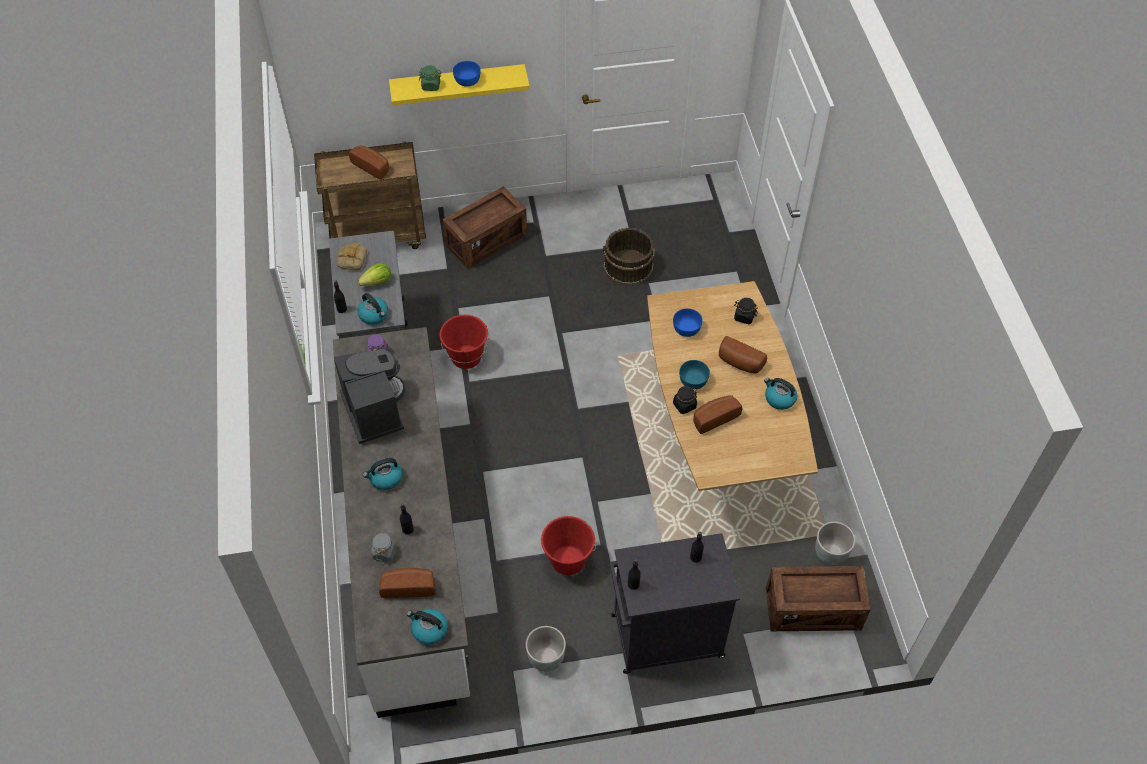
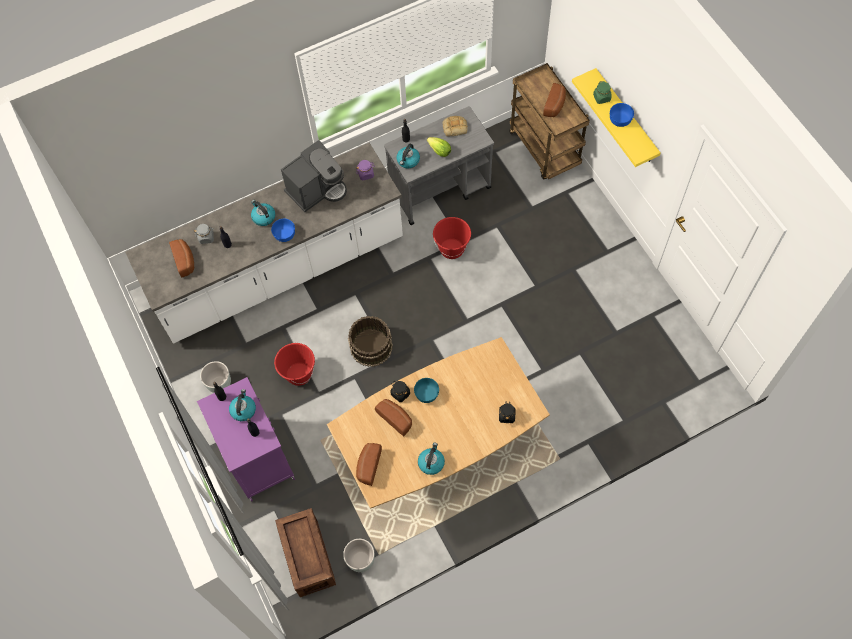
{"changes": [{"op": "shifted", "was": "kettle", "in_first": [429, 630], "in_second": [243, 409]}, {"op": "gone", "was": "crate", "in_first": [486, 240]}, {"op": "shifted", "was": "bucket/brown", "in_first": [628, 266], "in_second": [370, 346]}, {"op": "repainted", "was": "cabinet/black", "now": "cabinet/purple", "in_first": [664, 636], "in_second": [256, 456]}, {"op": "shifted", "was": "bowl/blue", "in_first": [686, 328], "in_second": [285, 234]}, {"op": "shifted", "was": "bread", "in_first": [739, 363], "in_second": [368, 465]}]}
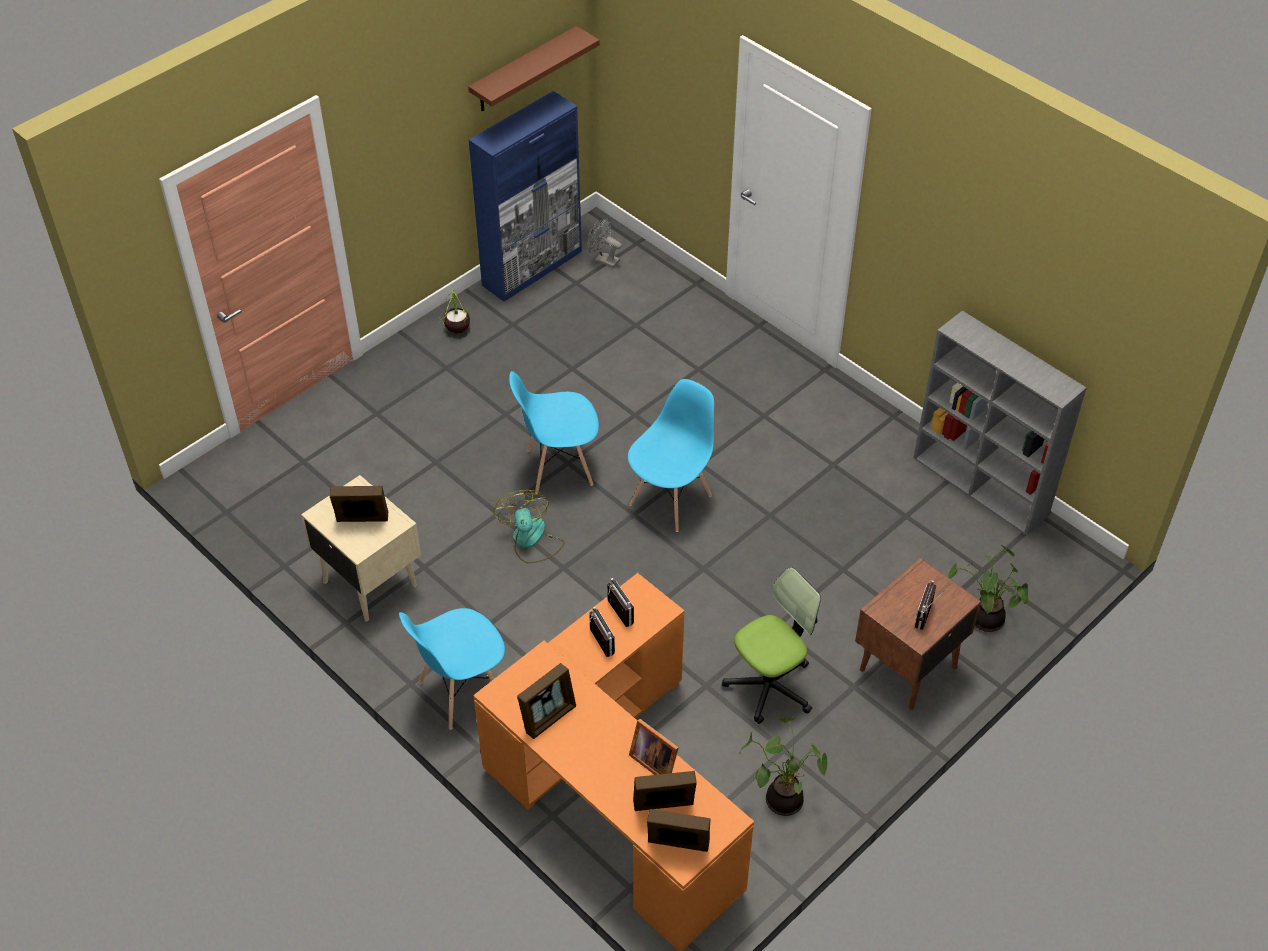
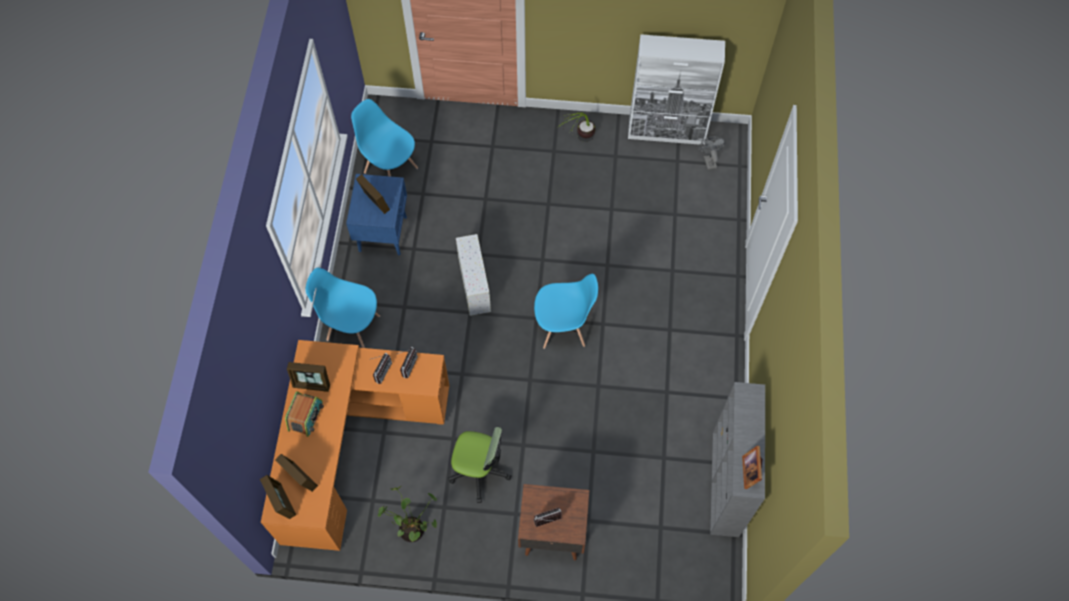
{"changes": [{"op": "repainted", "was": "nightstand/beige", "now": "nightstand/blue", "in_first": [369, 582], "in_second": [383, 233]}, {"op": "gone", "was": "shelf/brown", "in_first": [524, 70]}, {"op": "repainted", "was": "cabinet/blue", "now": "cabinet/white", "in_first": [533, 268], "in_second": [667, 132]}, {"op": "swapped", "was": "fan", "now": "storage box/white", "in_first": [531, 541], "in_second": [474, 284]}, {"op": "shifted", "was": "chair/blue", "in_first": [558, 467], "in_second": [390, 170]}, {"op": "shifted", "was": "picture frame", "in_first": [654, 760], "in_second": [751, 471]}, {"op": "gone", "was": "potted plant", "in_first": [983, 620]}, {"op": "new", "now": "radio", "in_second": [306, 416]}]}
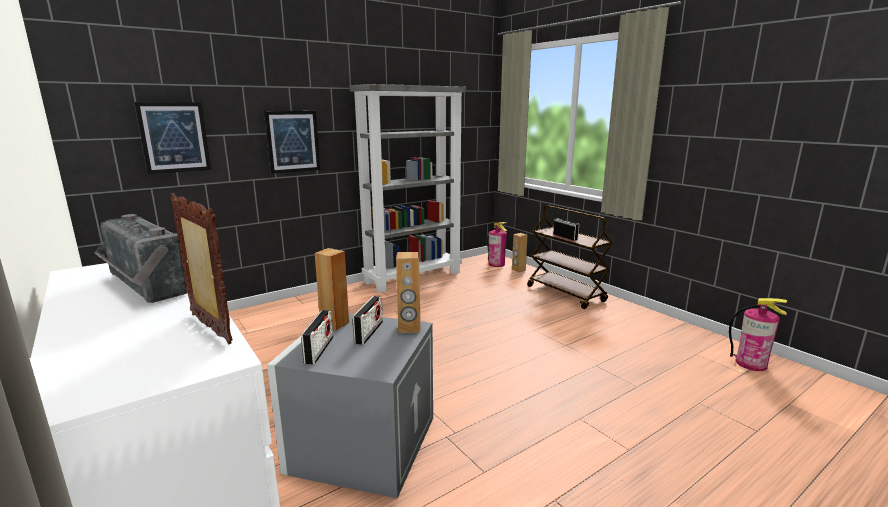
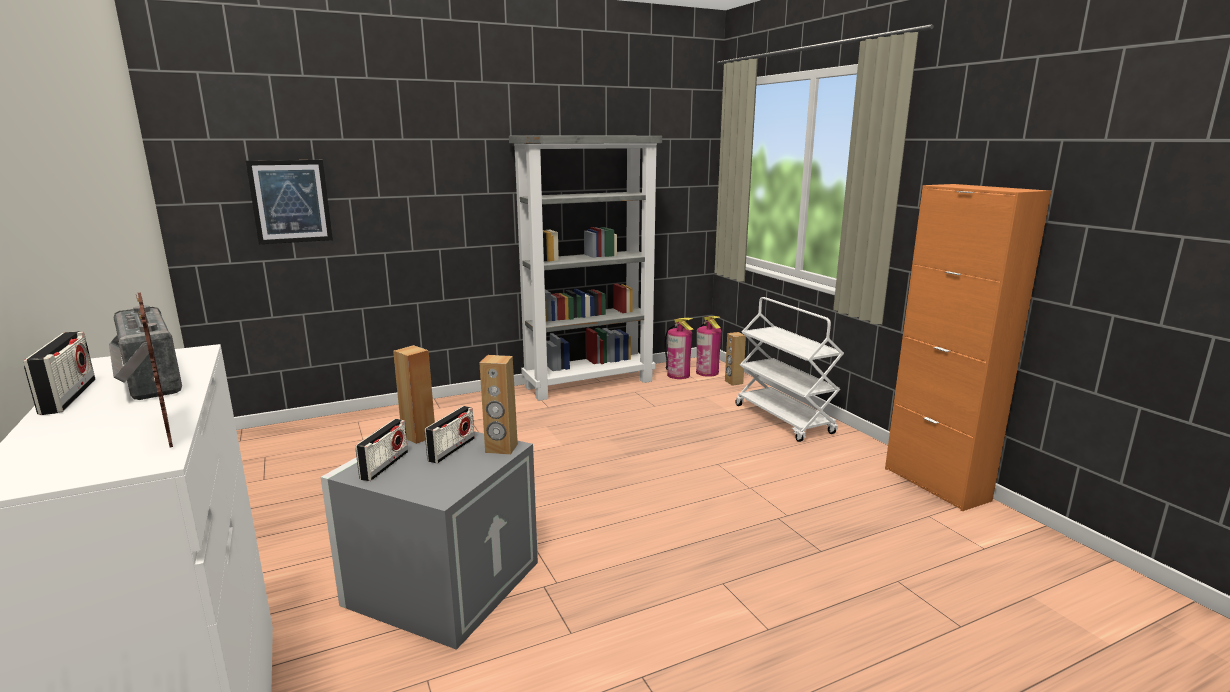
{"changes": [{"op": "gone", "was": "picture", "in_first": [292, 141]}, {"op": "repainted", "was": "cart/brown", "now": "cart/white", "in_first": [566, 294], "in_second": [784, 419]}, {"op": "shifted", "was": "radio", "in_first": [565, 237], "in_second": [68, 396]}, {"op": "shifted", "was": "fire extinguisher", "in_first": [751, 364], "in_second": [678, 375]}, {"op": "new", "now": "cabinet/orange", "in_second": [936, 484]}]}
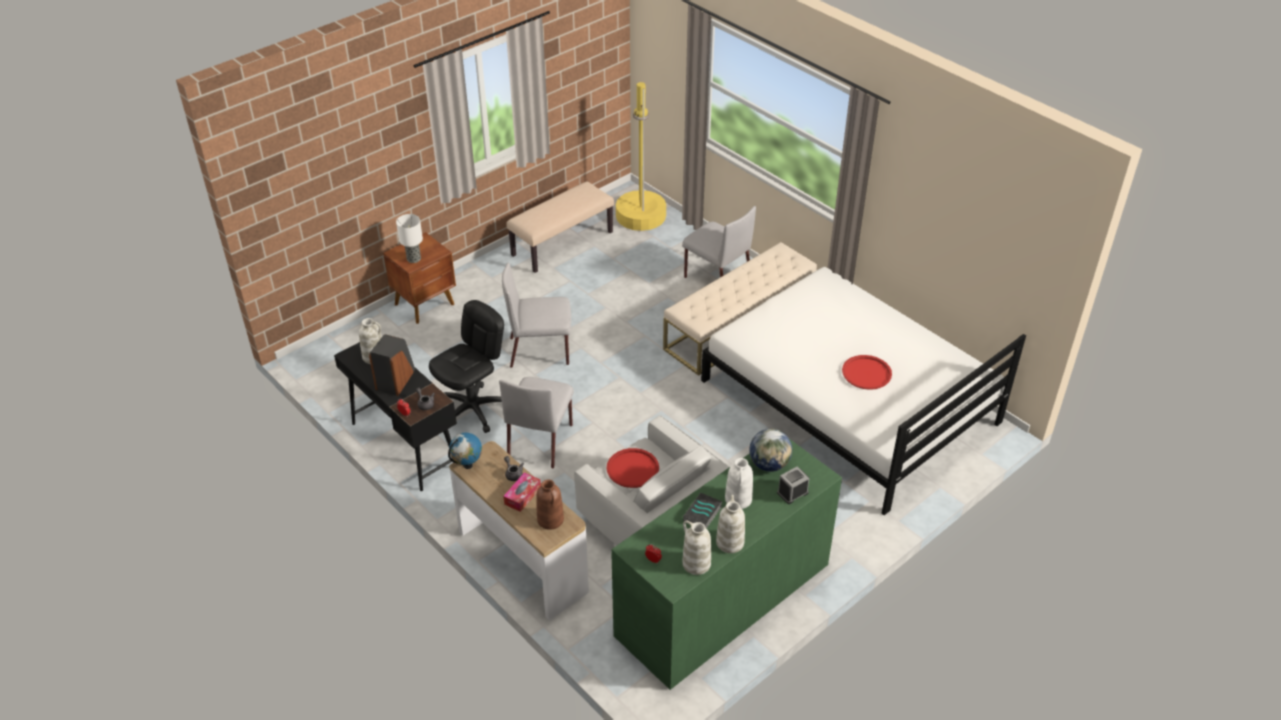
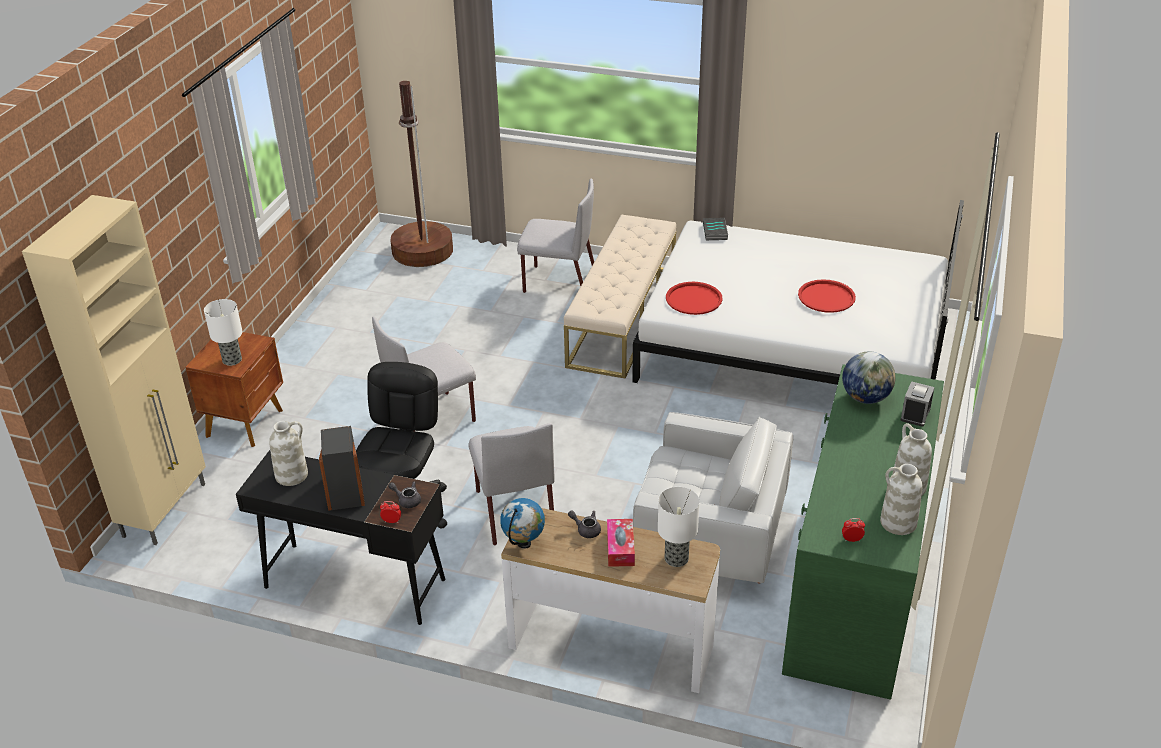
{"changes": [{"op": "gone", "was": "bench/beige", "in_first": [562, 243]}, {"op": "swapped", "was": "vase/brown", "now": "table lamp", "in_first": [551, 520], "in_second": [677, 558]}, {"op": "shifted", "was": "tray/red", "in_first": [632, 468], "in_second": [693, 299]}, {"op": "repainted", "was": "floor lamp/yellow", "now": "floor lamp/brown", "in_first": [640, 216], "in_second": [422, 251]}, {"op": "shifted", "was": "book", "in_first": [703, 514], "in_second": [716, 232]}, {"op": "gone", "was": "vase/white", "in_first": [738, 499]}, {"op": "new", "now": "cabinet/beige", "in_second": [166, 509]}]}
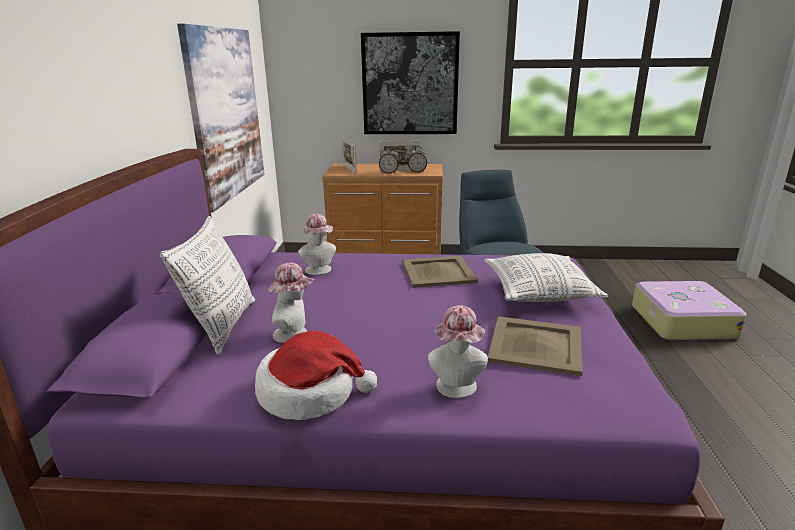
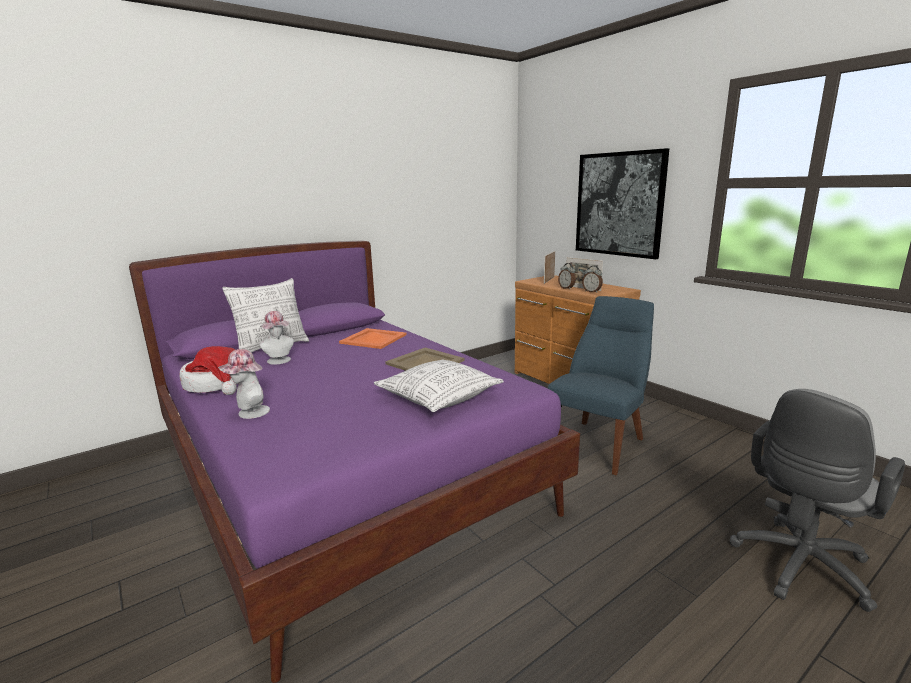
{"changes": [{"op": "gone", "was": "picture", "in_first": [226, 114]}, {"op": "swapped", "was": "hat", "now": "tray/orange", "in_first": [319, 271], "in_second": [374, 339]}, {"op": "gone", "was": "tray/beige", "in_first": [535, 345]}, {"op": "swapped", "was": "suitcase", "now": "office chair/grey", "in_first": [680, 321], "in_second": [798, 568]}]}
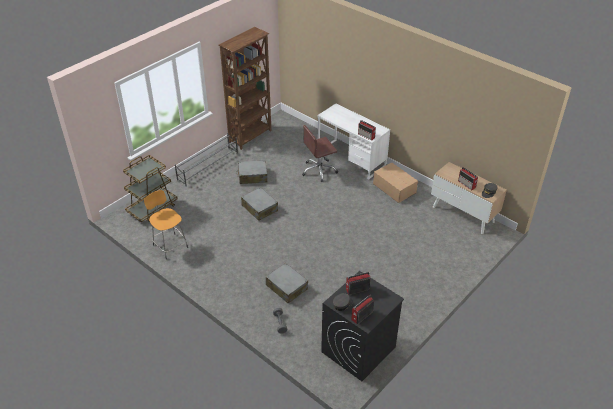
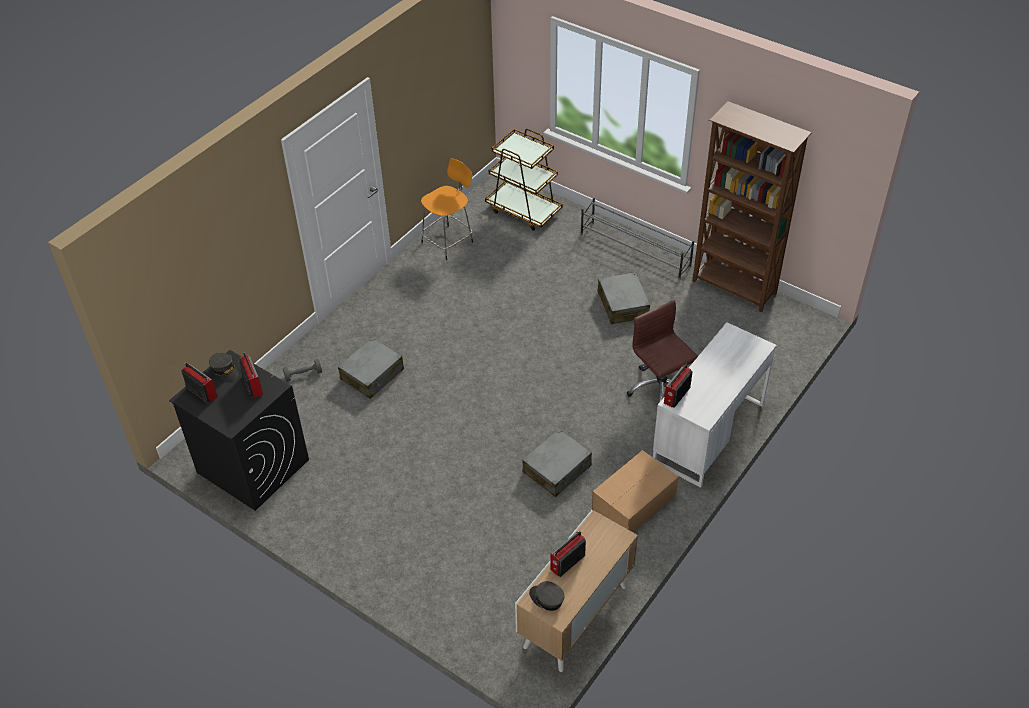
{"changes": [{"op": "shifted", "was": "suitcase/grey", "in_first": [259, 208], "in_second": [557, 469]}]}
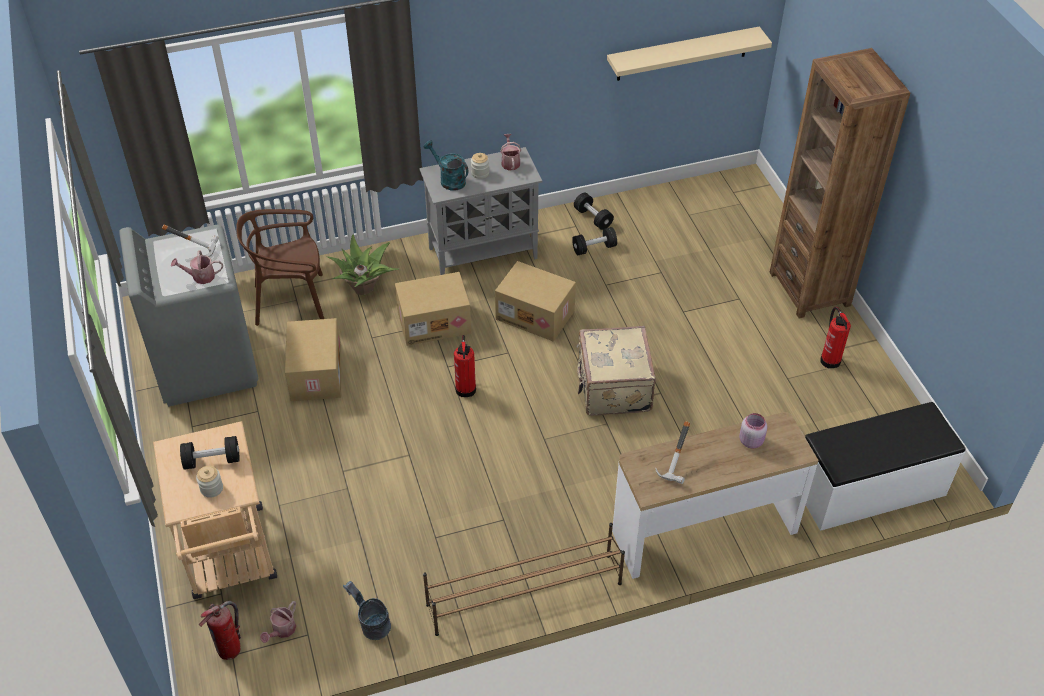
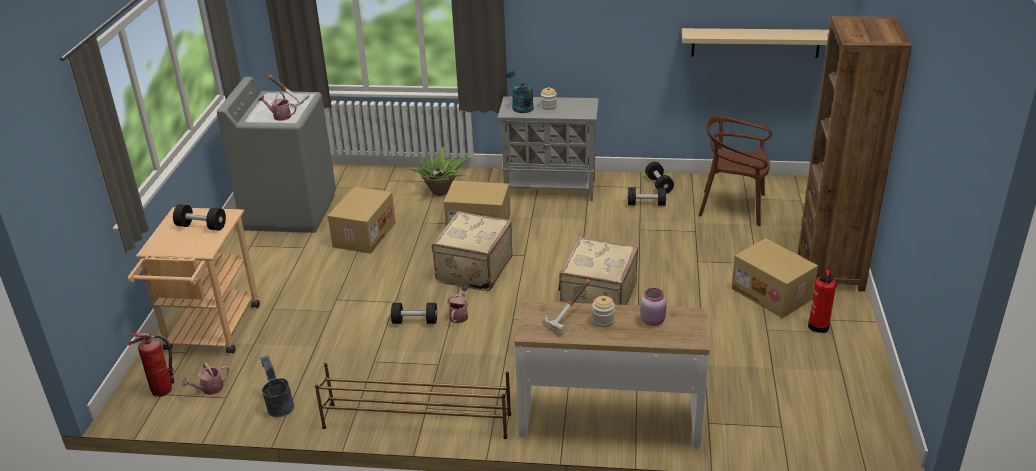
{"changes": [{"op": "shifted", "was": "jar", "in_first": [211, 488], "in_second": [603, 321]}, {"op": "shifted", "was": "chair/brown", "in_first": [291, 301], "in_second": [733, 207]}, {"op": "swapped", "was": "fire extinguisher", "now": "suitcase/beige", "in_first": [466, 388], "in_second": [473, 270]}, {"op": "shifted", "was": "cardboard box", "in_first": [536, 314], "in_second": [772, 293]}, {"op": "shifted", "was": "watering can", "in_first": [510, 162], "in_second": [459, 315]}, {"op": "gone", "was": "bench/white", "in_first": [869, 489]}, {"op": "new", "now": "dumbbell/black", "in_second": [415, 321]}]}
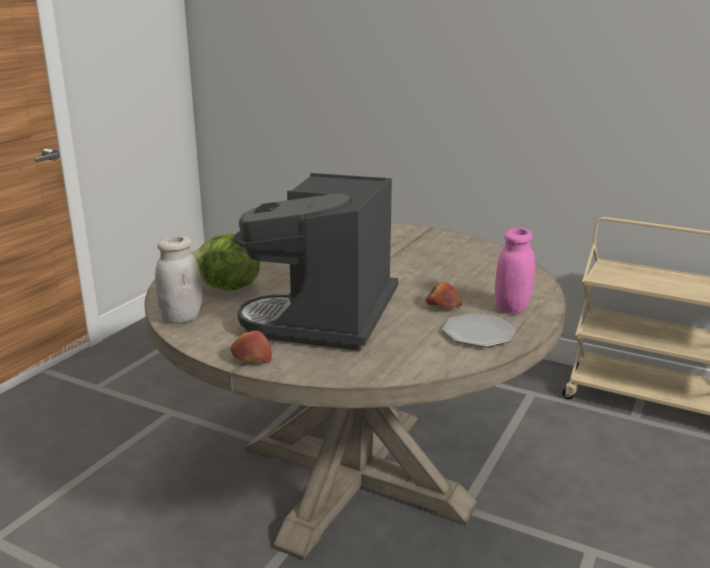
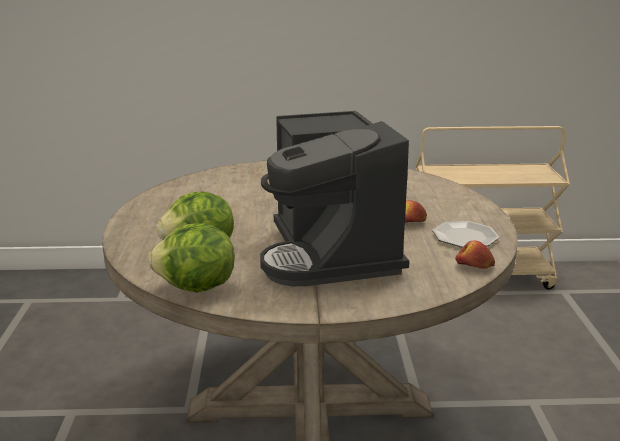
{"changes": [{"op": "swapped", "was": "jar/white", "now": "lettuce", "in_first": [181, 317], "in_second": [196, 288]}, {"op": "shifted", "was": "apple", "in_first": [251, 358], "in_second": [474, 266]}, {"op": "gone", "was": "jar/pink", "in_first": [512, 308]}]}
